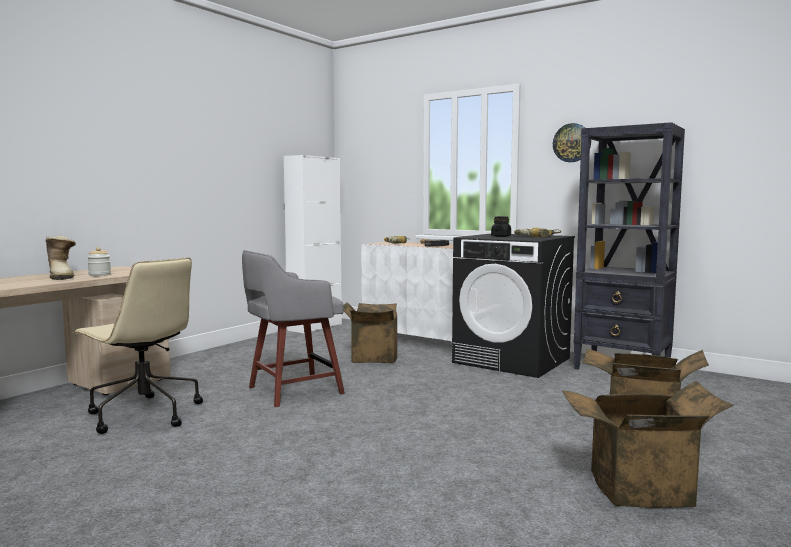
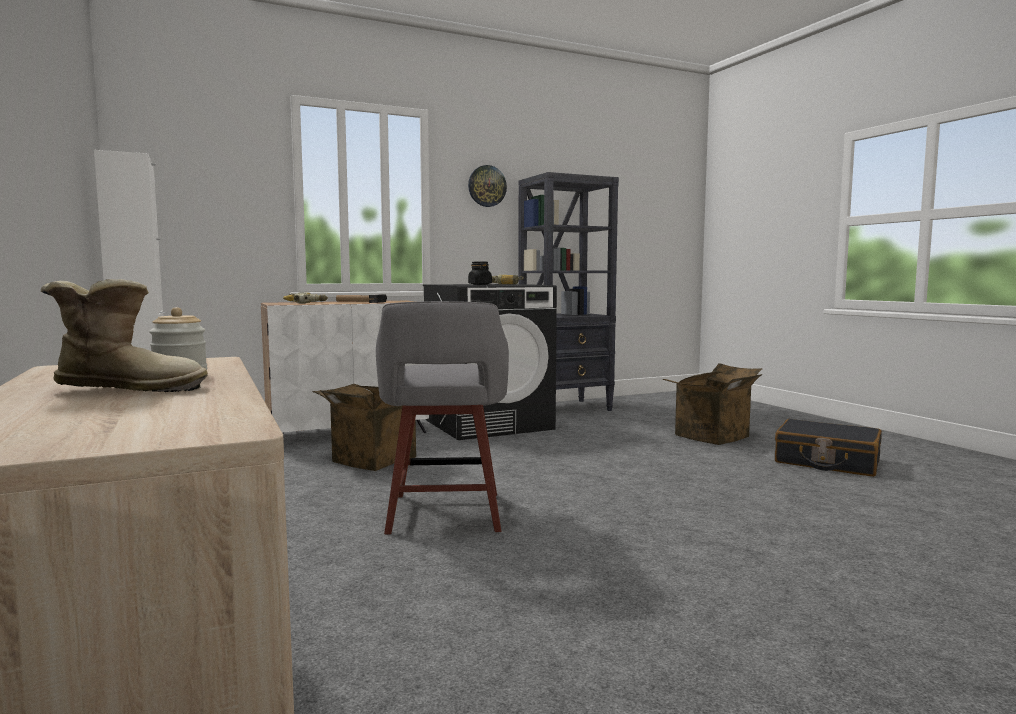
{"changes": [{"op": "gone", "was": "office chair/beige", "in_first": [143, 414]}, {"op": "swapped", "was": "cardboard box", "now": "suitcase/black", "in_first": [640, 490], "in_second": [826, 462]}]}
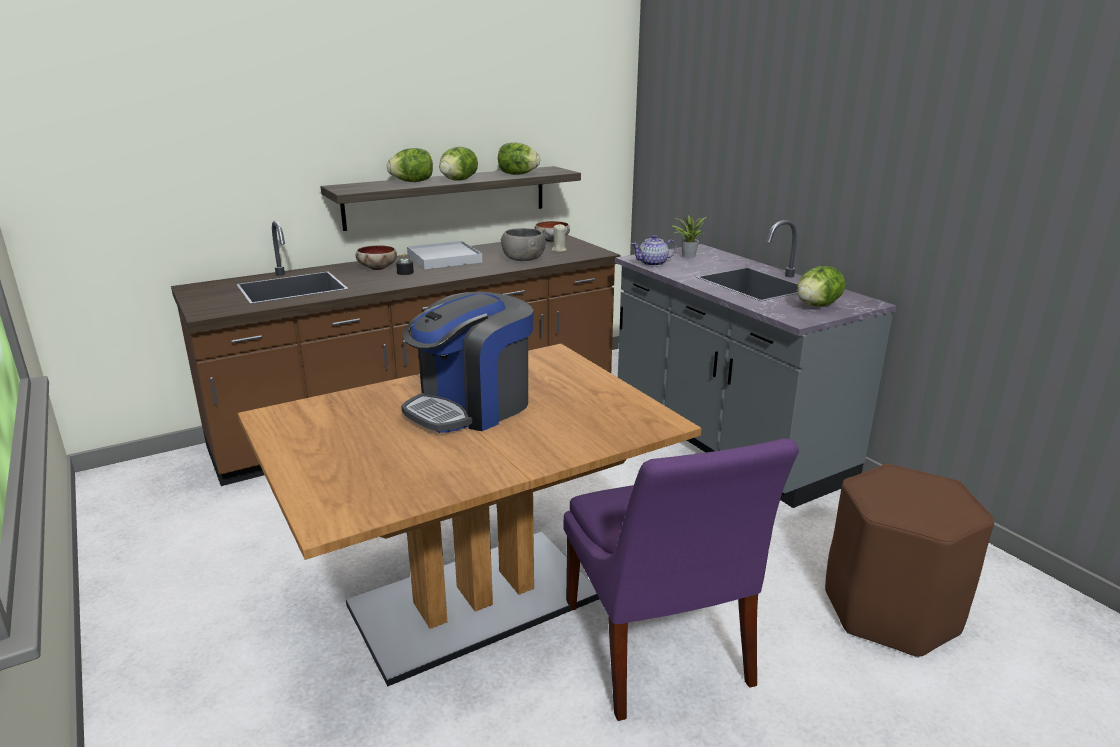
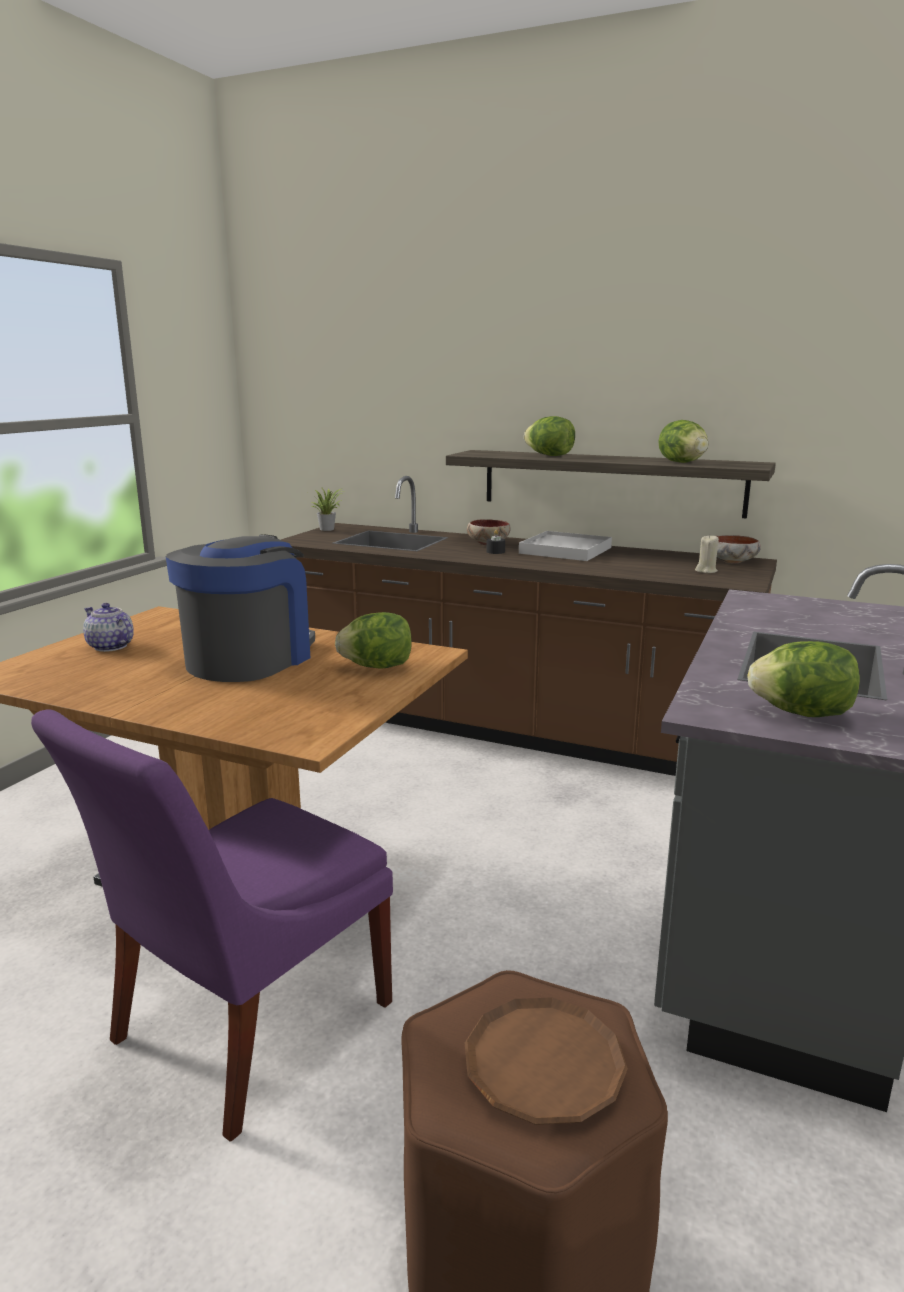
{"changes": [{"op": "rotated", "was": "coffee machine", "in_first": [471, 407], "in_second": [249, 659], "clockwise": 105}, {"op": "shifted", "was": "lettuce", "in_first": [458, 180], "in_second": [377, 667]}, {"op": "gone", "was": "bowl/grey", "in_first": [523, 259]}, {"op": "shifted", "was": "teapot", "in_first": [653, 263], "in_second": [110, 647]}, {"op": "shifted", "was": "potted plant", "in_first": [687, 255], "in_second": [327, 529]}, {"op": "new", "now": "plate/brown", "in_second": [544, 1067]}]}
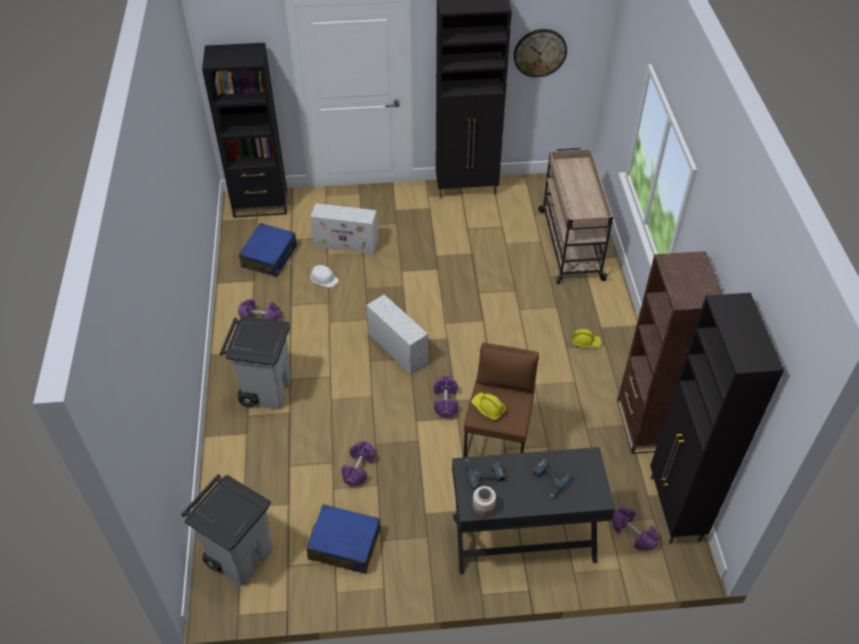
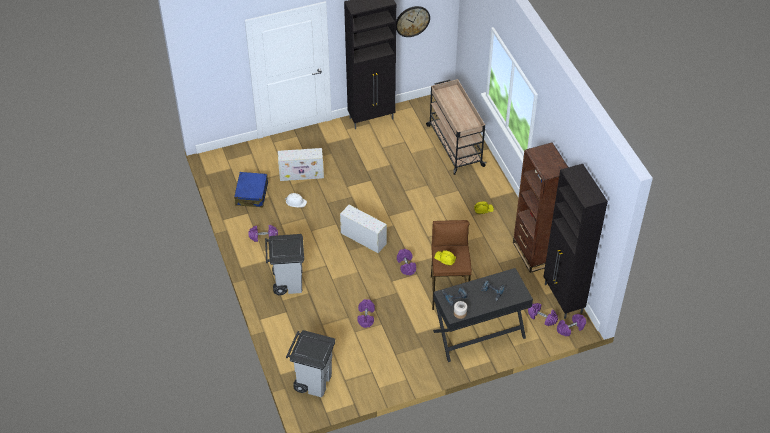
{"changes": [{"op": "gone", "was": "bookcase/black", "in_first": [260, 204]}, {"op": "gone", "was": "suitcase/blue", "in_first": [344, 544]}, {"op": "new", "now": "dumbbell/purple", "in_second": [570, 328]}]}
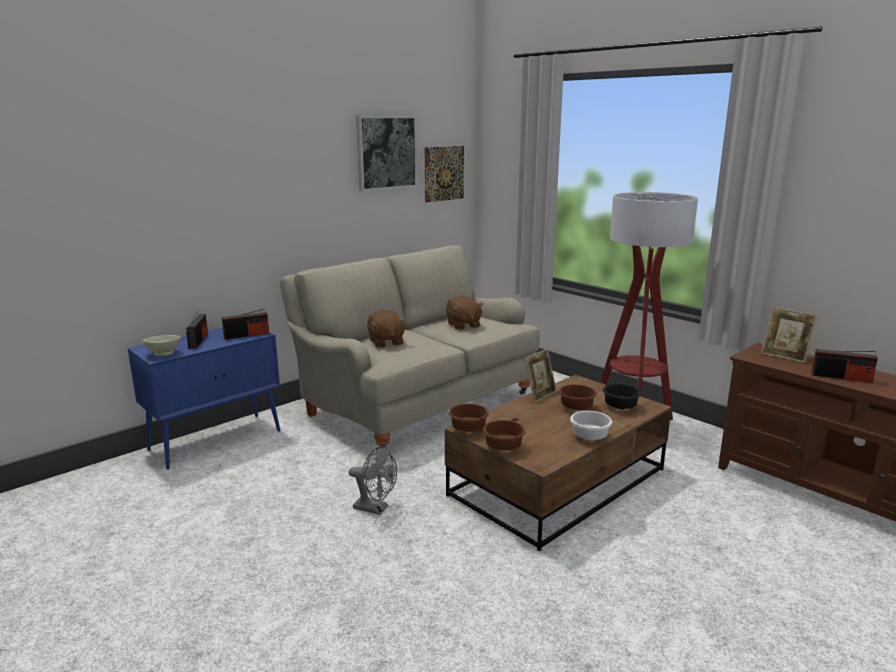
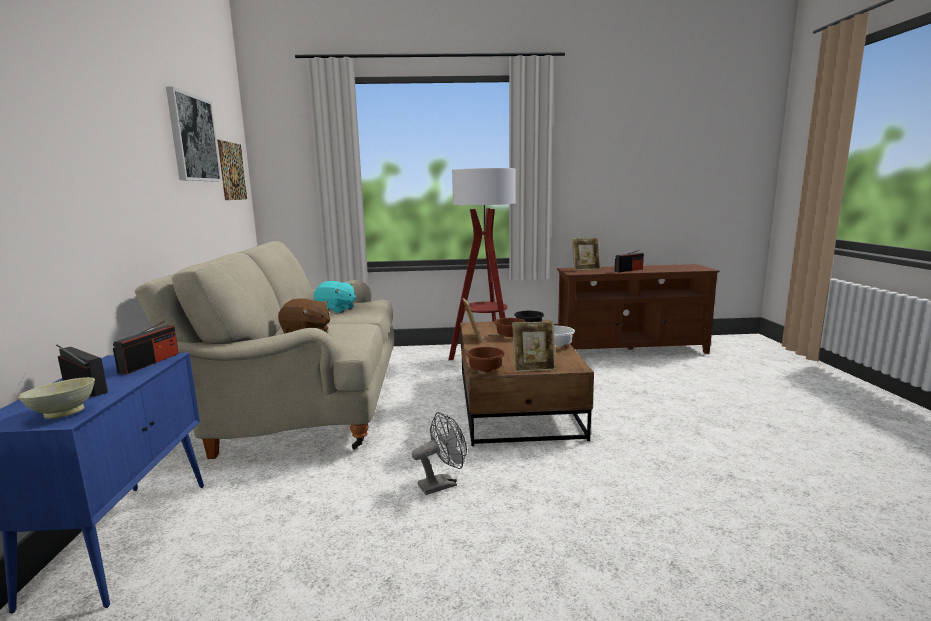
{"changes": [{"op": "repainted", "was": "plush toy/brown", "now": "plush toy/turquoise", "in_first": [463, 325], "in_second": [336, 310]}, {"op": "swapped", "was": "bowl/brown", "now": "picture frame", "in_first": [504, 447], "in_second": [533, 368]}]}
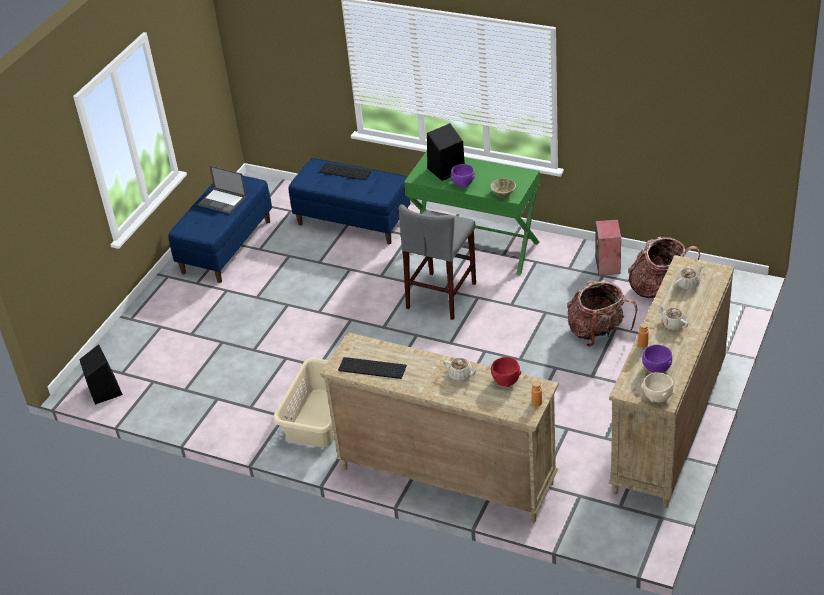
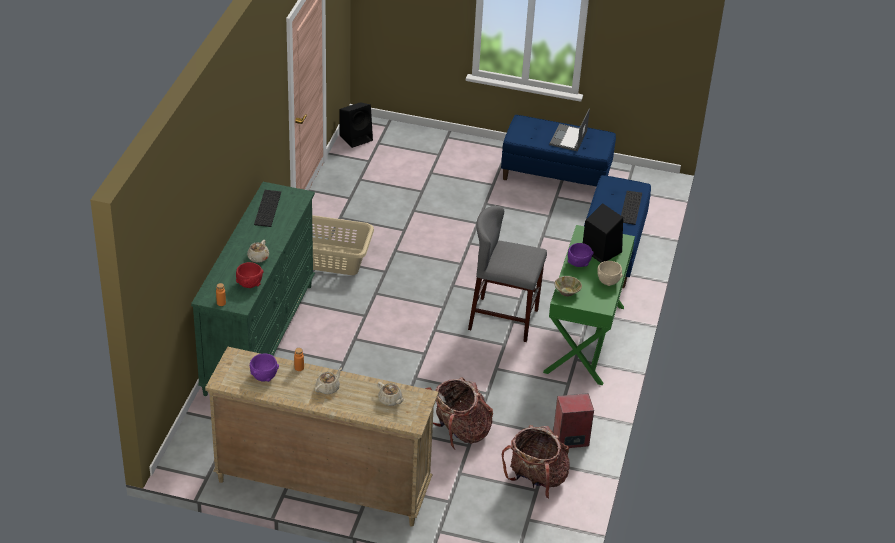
{"changes": [{"op": "repainted", "was": "dresser/beige", "now": "dresser/green", "in_first": [445, 475], "in_second": [259, 338]}, {"op": "shifted", "was": "bowl/beige", "in_first": [657, 397], "in_second": [608, 281]}]}
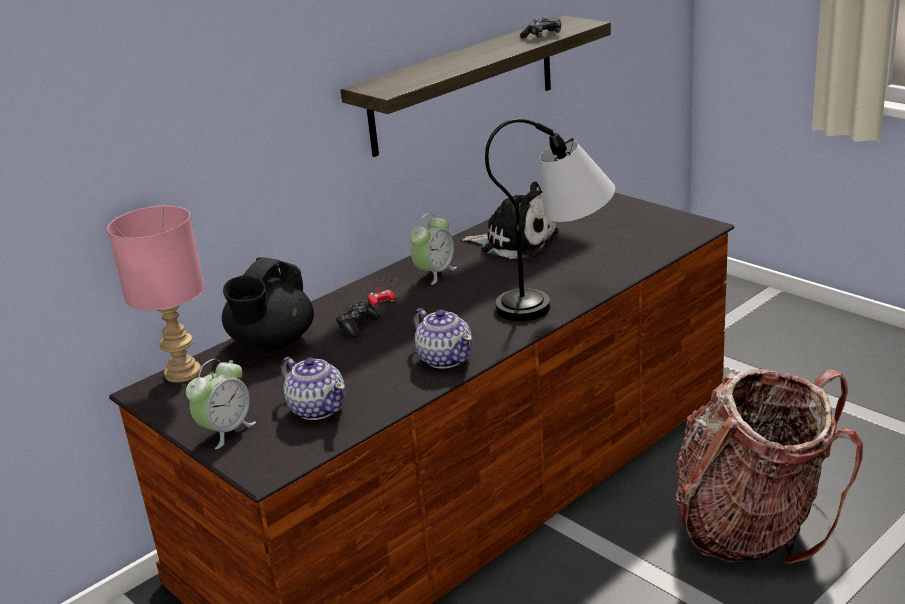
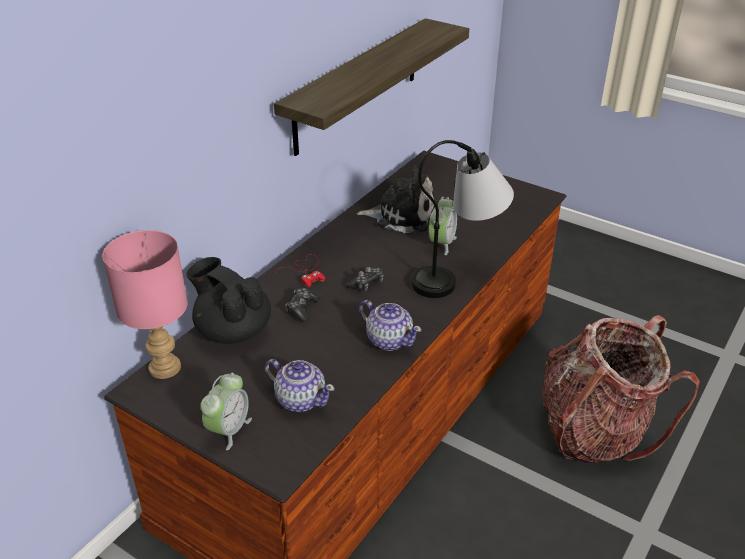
{"changes": [{"op": "rotated", "was": "teapot/black", "in_first": [271, 342], "in_second": [233, 330], "clockwise": 120}, {"op": "shifted", "was": "alarm clock", "in_first": [435, 273], "in_second": [442, 243]}, {"op": "shifted", "was": "game controller", "in_first": [543, 36], "in_second": [366, 284]}]}
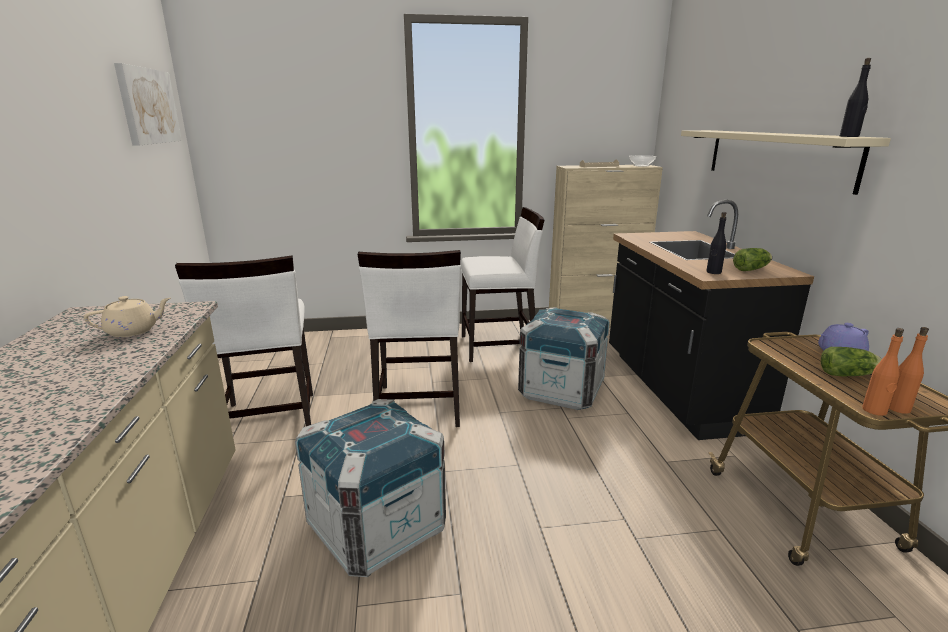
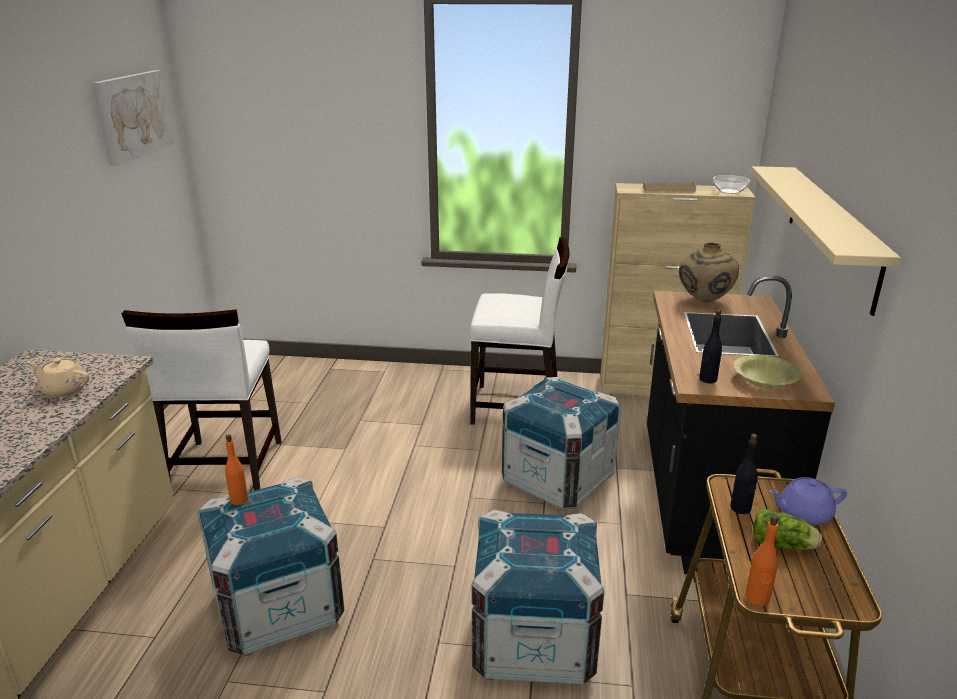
{"changes": [{"op": "rotated", "was": "teapot/beige", "in_first": [133, 331], "in_second": [63, 389], "clockwise": -150}, {"op": "gone", "was": "chair/white", "in_first": [417, 406]}, {"op": "swapped", "was": "lettuce", "now": "bowl/yellow", "in_first": [752, 269], "in_second": [765, 380]}, {"op": "shifted", "was": "bottle/black", "in_first": [849, 136], "in_second": [740, 508]}, {"op": "shifted", "was": "bottle/orange", "in_first": [897, 408], "in_second": [239, 499]}, {"op": "new", "now": "crate", "in_second": [533, 641]}, {"op": "new", "now": "vase/beige", "in_second": [704, 301]}]}
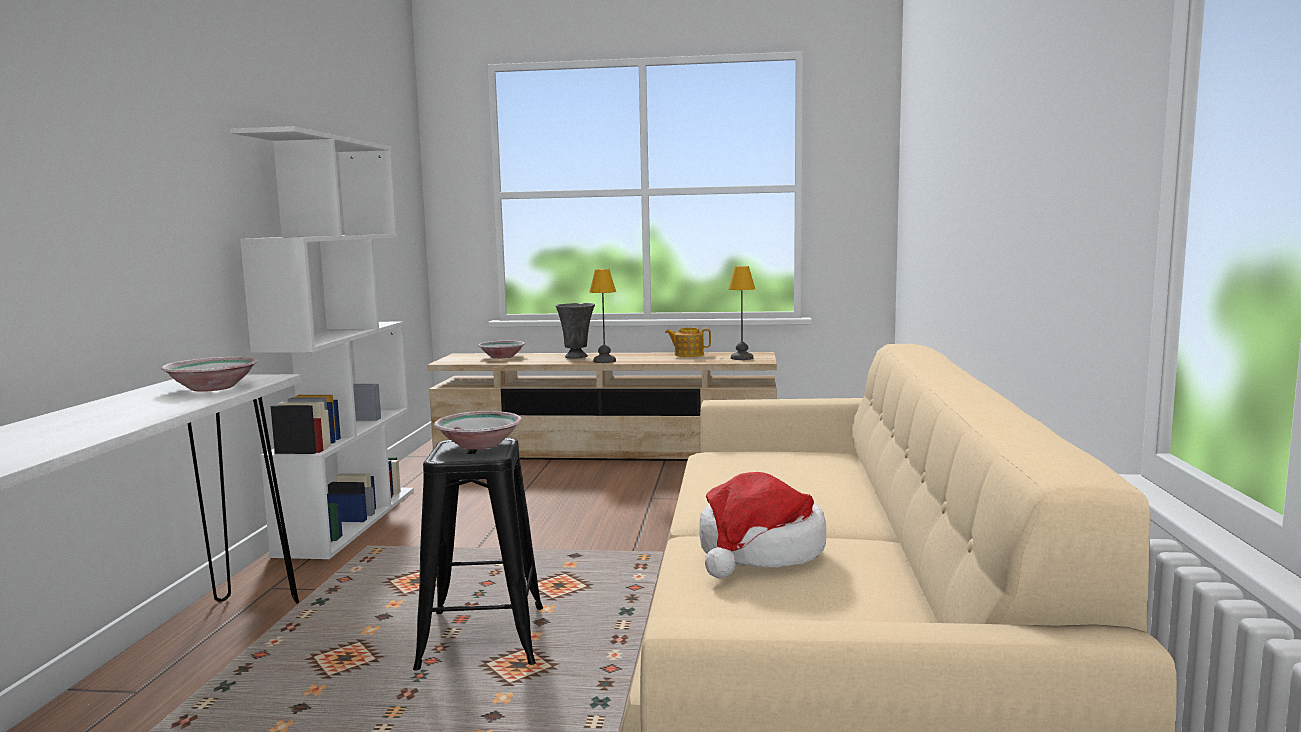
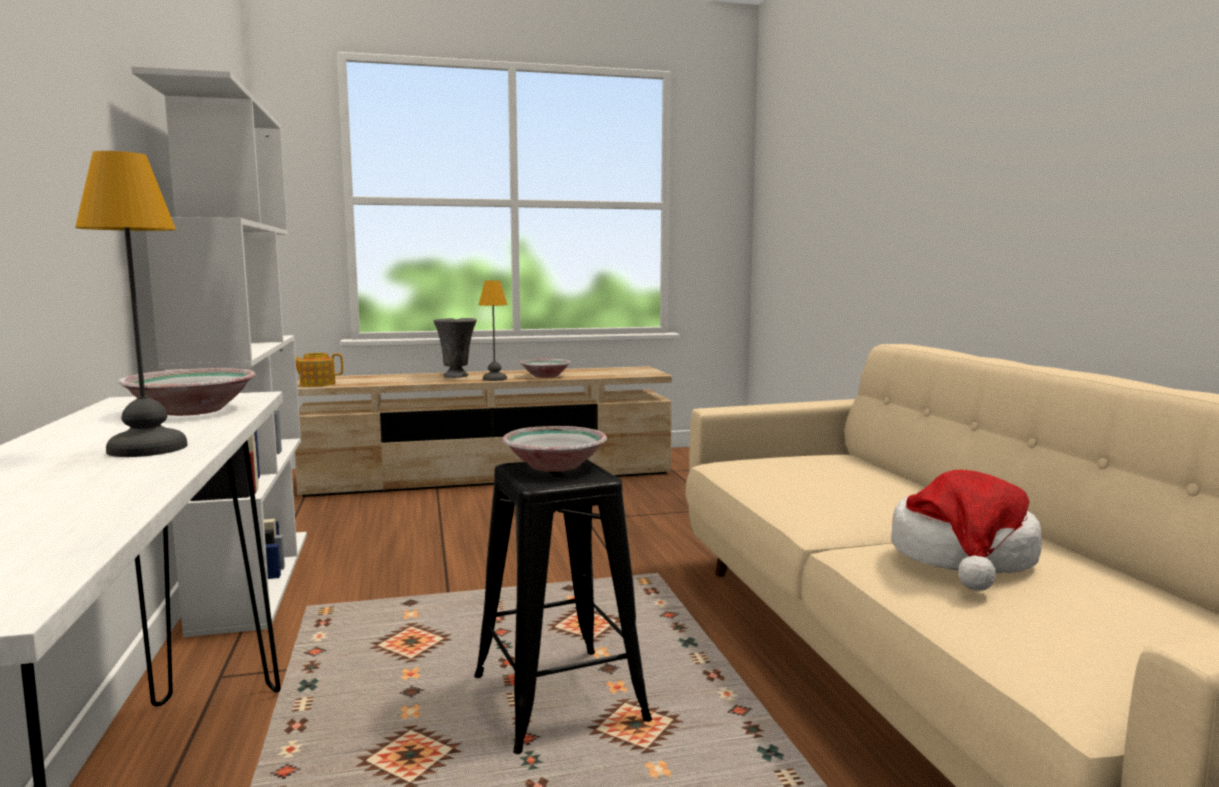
{"changes": [{"op": "shifted", "was": "bowl", "in_first": [501, 357], "in_second": [545, 376]}, {"op": "shifted", "was": "teapot", "in_first": [688, 354], "in_second": [316, 384]}, {"op": "shifted", "was": "table lamp", "in_first": [742, 358], "in_second": [148, 449]}]}
